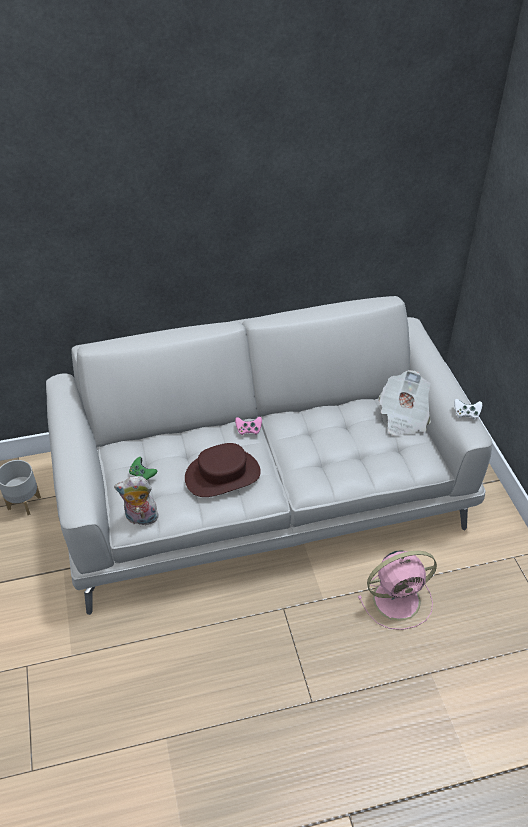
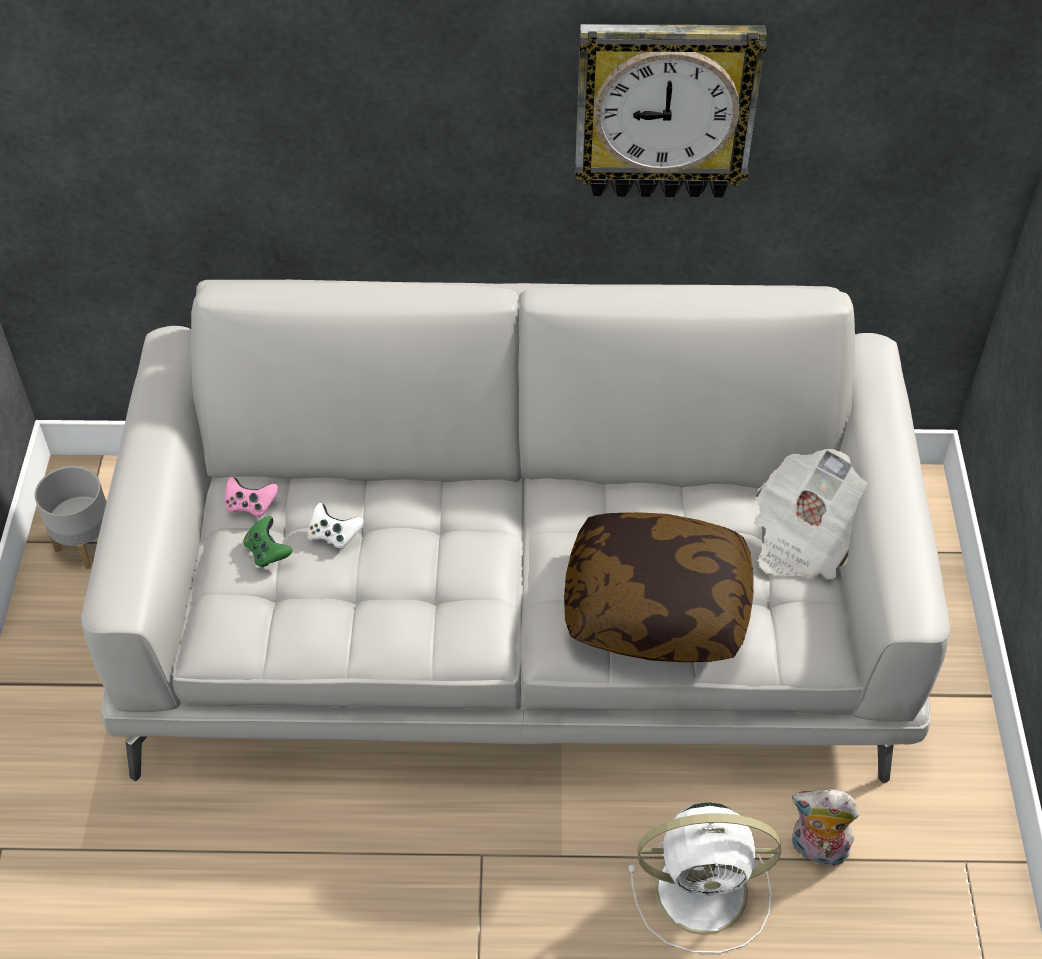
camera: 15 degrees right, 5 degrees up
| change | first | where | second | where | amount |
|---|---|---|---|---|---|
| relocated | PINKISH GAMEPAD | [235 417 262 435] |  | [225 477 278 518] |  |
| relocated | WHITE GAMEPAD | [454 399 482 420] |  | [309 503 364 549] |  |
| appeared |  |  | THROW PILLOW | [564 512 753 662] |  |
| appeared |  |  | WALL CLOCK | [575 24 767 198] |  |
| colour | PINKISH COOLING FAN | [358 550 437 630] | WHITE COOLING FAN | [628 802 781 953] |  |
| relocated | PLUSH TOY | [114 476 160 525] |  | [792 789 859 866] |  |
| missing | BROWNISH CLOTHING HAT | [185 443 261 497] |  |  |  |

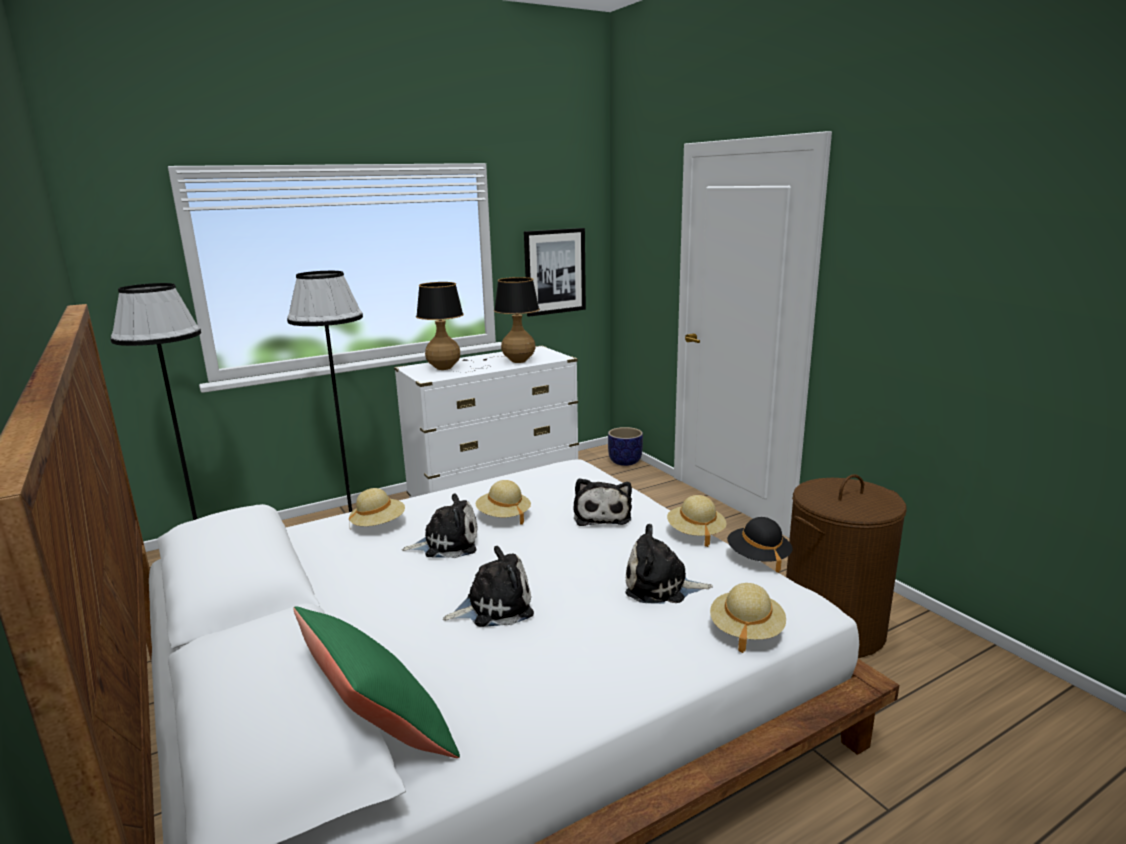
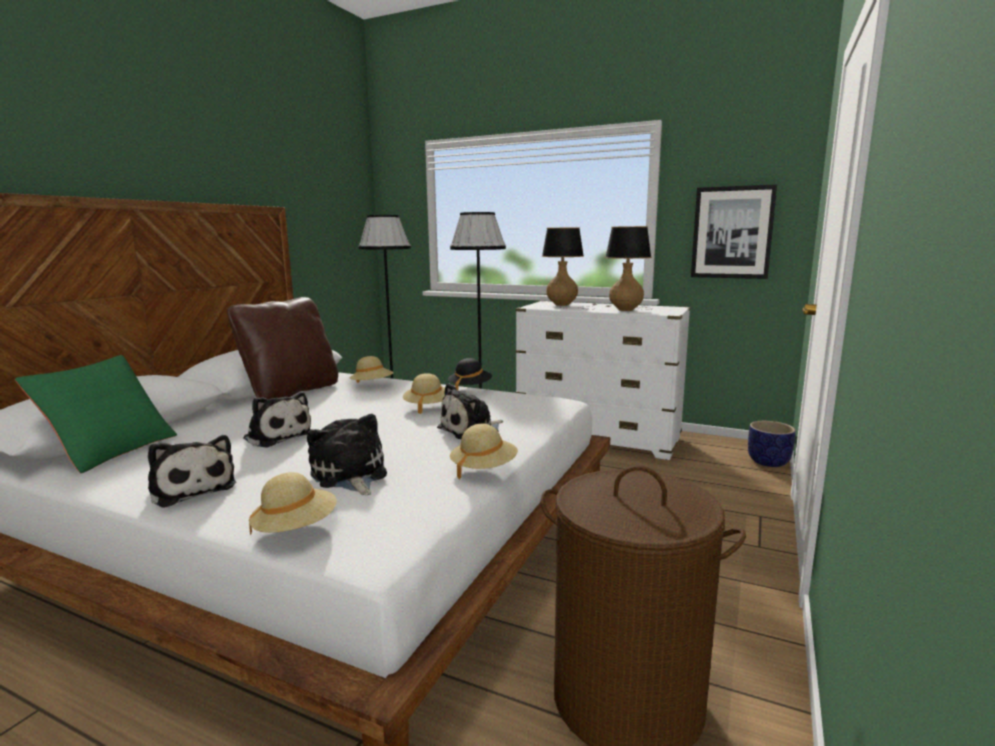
camera: 55 degrees right, 5 degrees down
| change | first | where | second | where | amount |
|---|---|---|---|---|---|
| relocated | PLUSH TOY | [402 493 478 558] |  | [148 435 236 508] |  |
| appeared |  |  | BROWNISH THROW PILLOW | [227 297 338 399] |  |
| relocated | BLACK CLOTHING HAT | [727 517 793 573] |  | [448 358 492 390] |  |

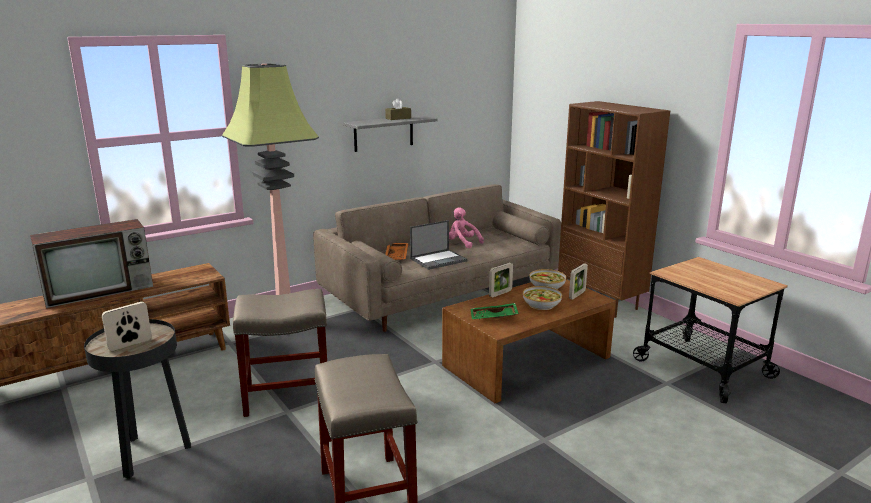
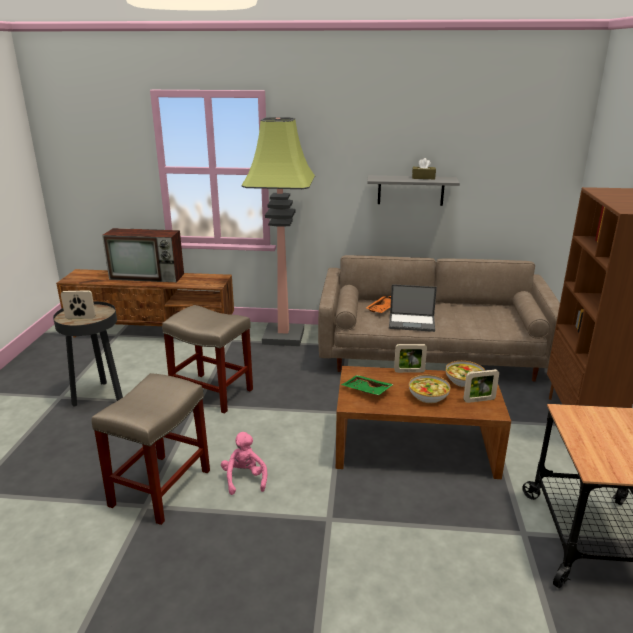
camera: 40 degrees right, 5 degrees up
| change | first | where | second | where | amount |
|---|---|---|---|---|---|
| relocated | PINKISH PLUSH TOY | [449 207 484 248] |  | [221 432 267 495] |  |

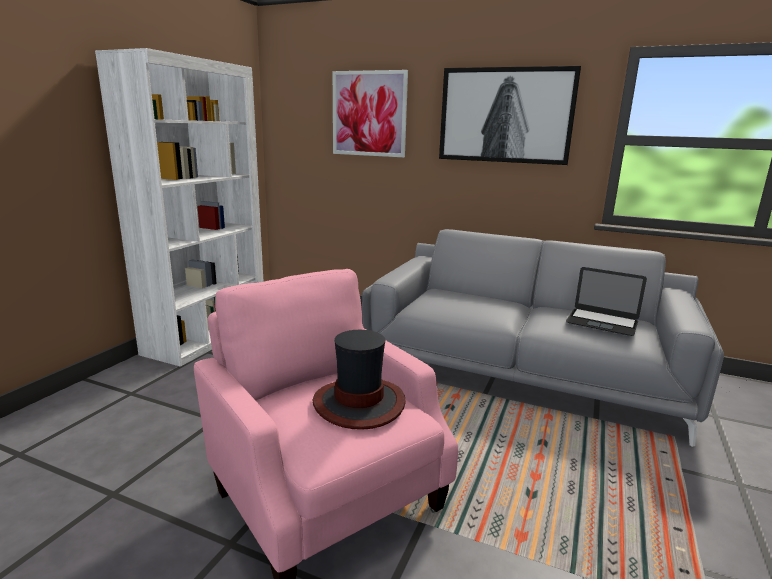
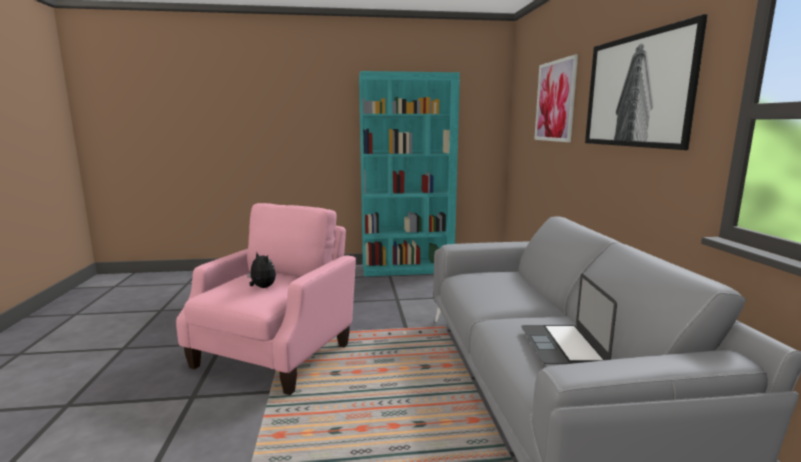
camera: 60 degrees right, 5 degrees down
| change | first | where | second | where | amount |
|---|---|---|---|---|---|
| exchanged | CLOTHING HAT | [313 330 406 430] | PLUSH TOY | [247 252 276 288] |  |
| colour | WHITE BOOKSHELF | [95 48 264 367] | TURQUOISE BOOKSHELF | [359 71 460 277] |  |

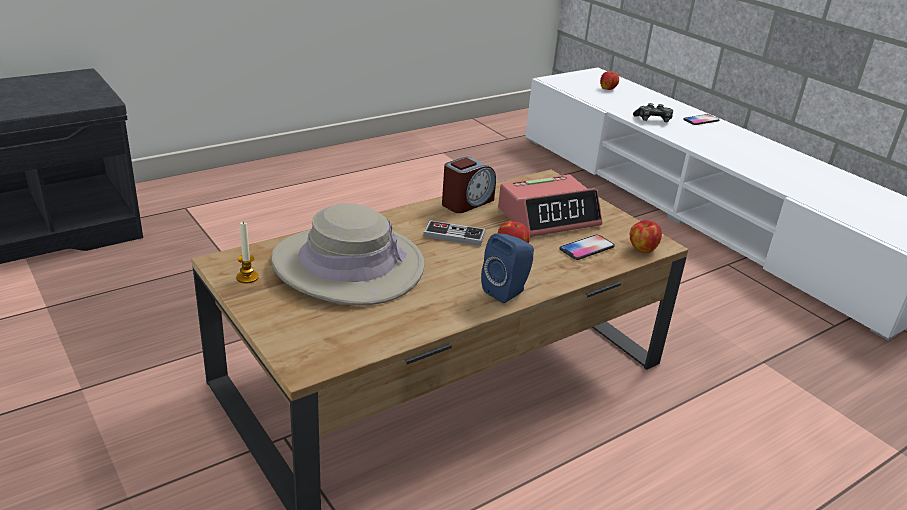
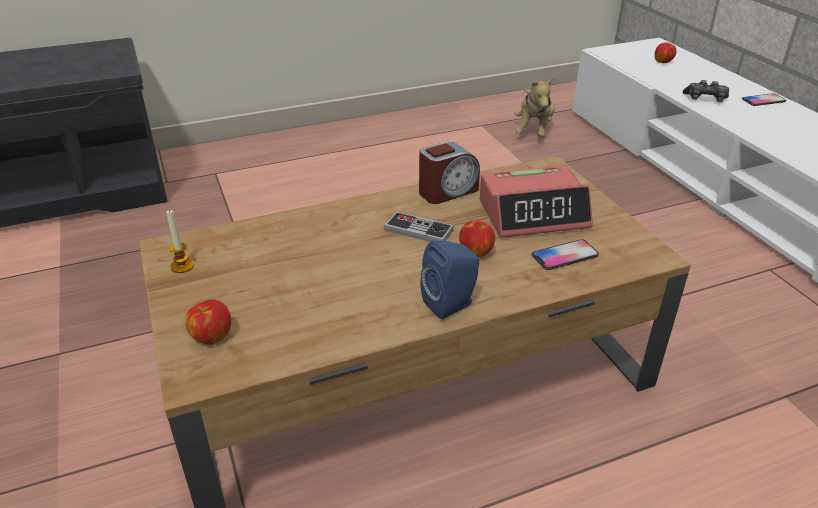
camera: 15 degrees right, 5 degrees up
| change | first | where | second | where | amount |
|---|---|---|---|---|---|
| relocated | APPLE | [630 220 662 253] |  | [185 300 231 345] |  |
| appeared |  |  | PLUSH TOY | [514 77 554 138] |  |
| missing | BEIGE-COLOURED CLOTHING HAT | [271 203 425 305] |  |  |  |

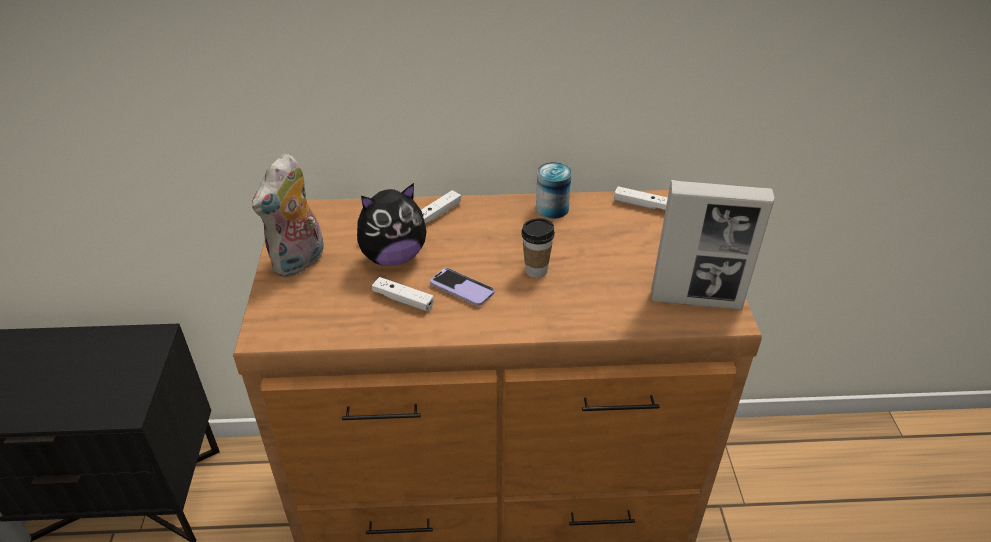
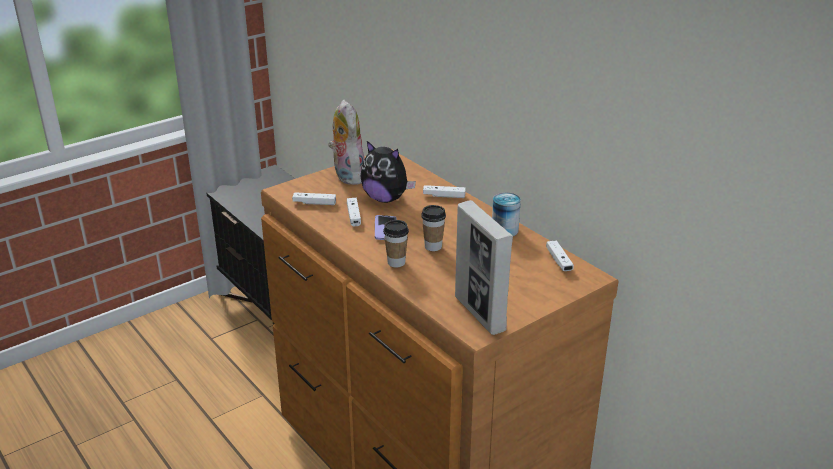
camera: 55 degrees right, 10 degrees down
| change | first | where | second | where | amount |
|---|---|---|---|---|---|
| appeared |  |  | WHITE GAMEPAD | [292 192 336 205] |  |
| spun | PLUSH TOY | [252 153 324 278] |  | [328 99 365 185] | 75 degrees clockwise |
| appeared |  |  | CUP | [383 220 409 267] |  |

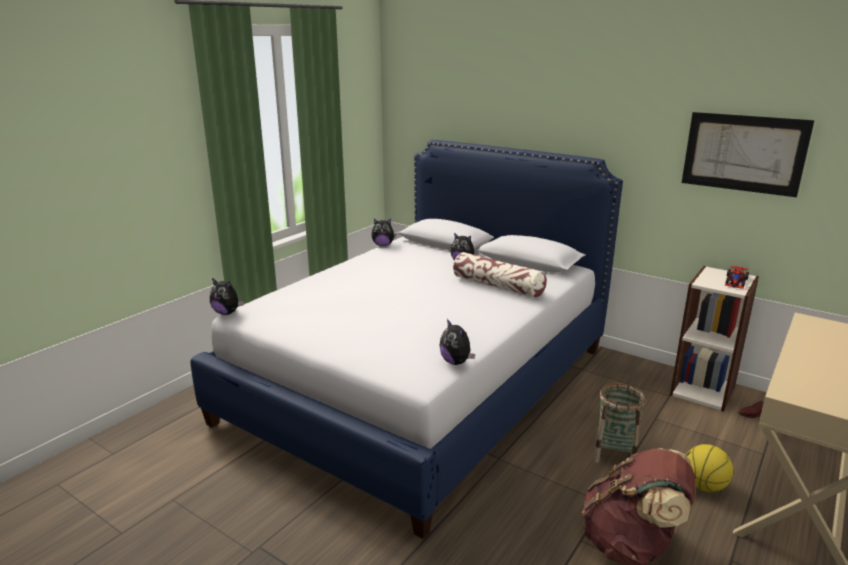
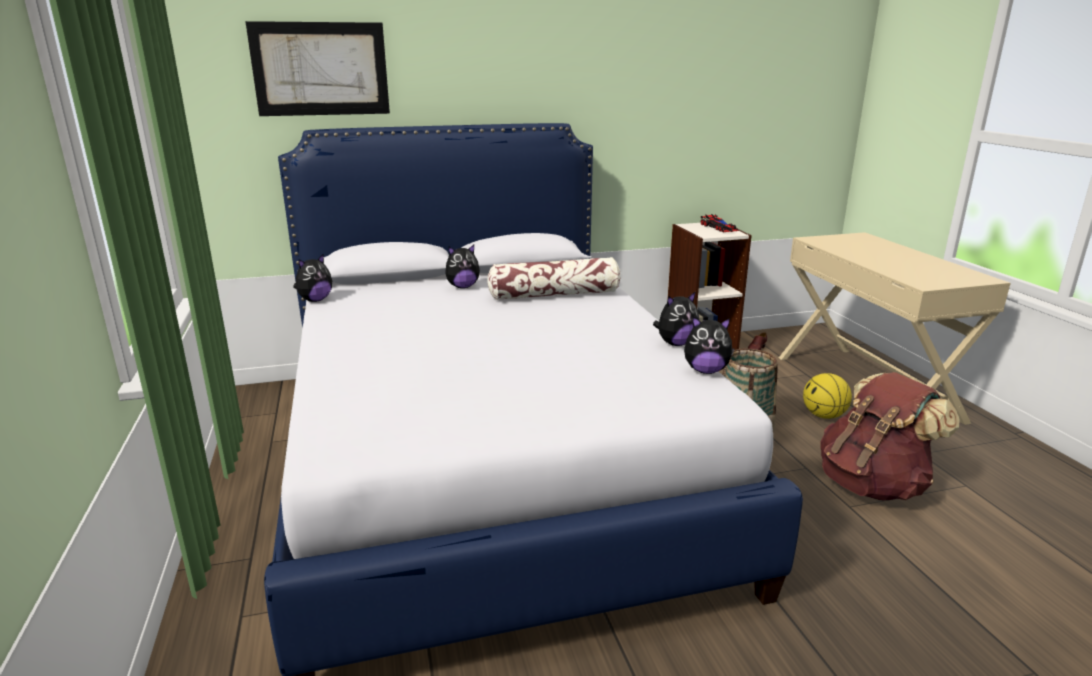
camera: 50 degrees left, 0 degrees up
| change | first | where | second | where | amount |
|---|---|---|---|---|---|
| relocated | PICTURE | [682 112 814 197] |  | [245 21 390 116] |  |
| relocated | PLUSH TOY | [210 278 244 315] |  | [653 291 699 346] |  |

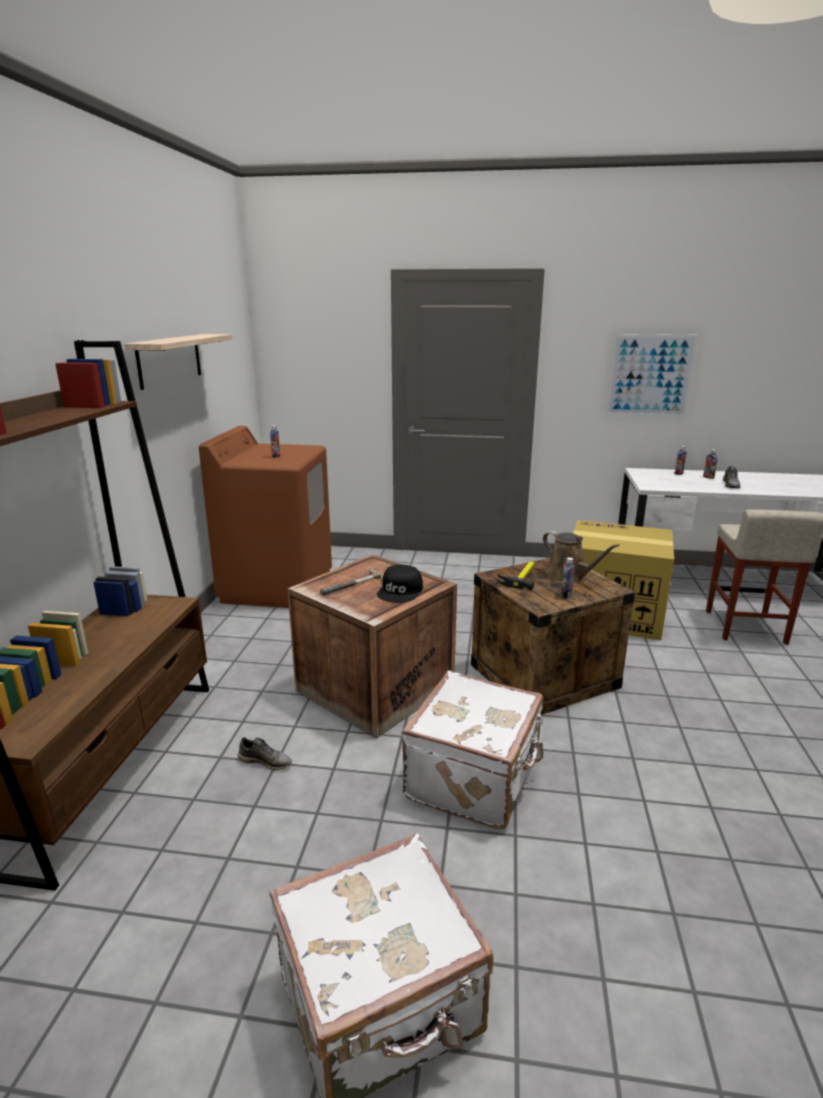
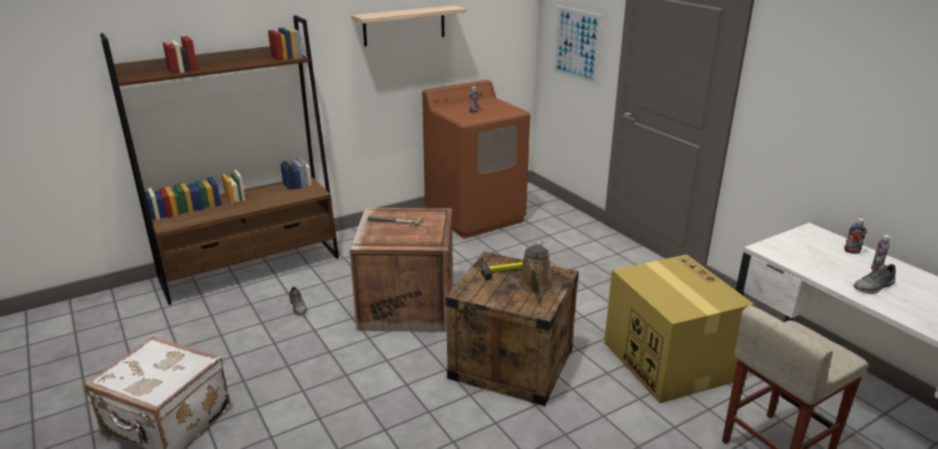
camera: 50 degrees right, 5 degrees up
| change | first | where | second | where | amount |
|---|---|---|---|---|---|
| relocated | PICTURE | [605 334 698 417] |  | [553 5 603 87] |  |
| missing | BLACK BASEBALL CAP | [377 564 423 603] |  |  |  |
| missing | WHITE PIECE OF LUGGAGE | [401 670 543 829] |  |  |  |
| missing | BEVERAGE BOTTLE | [561 557 575 599] |  |  |  |

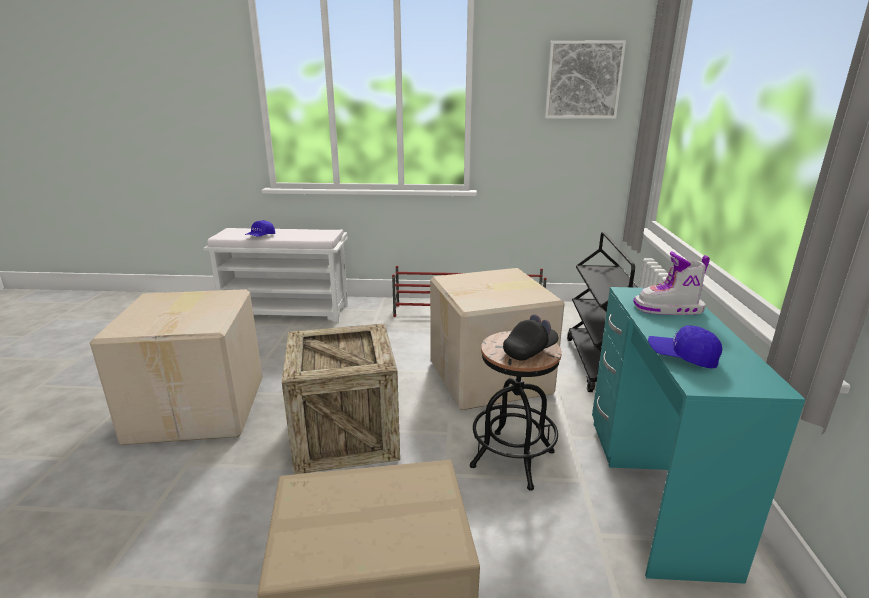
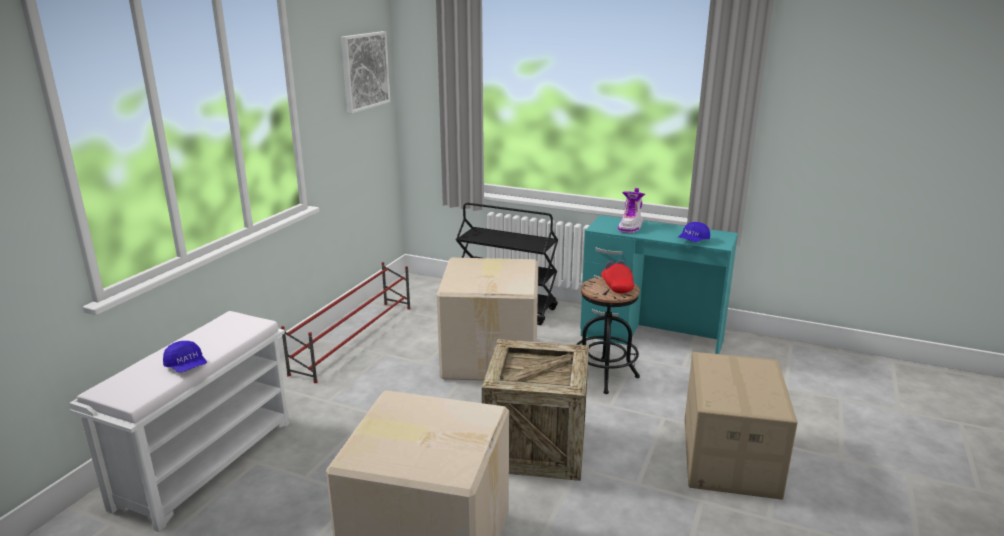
camera: 70 degrees left, 0 degrees up
| change | first | where | second | where | amount |
|---|---|---|---|---|---|
| colour | BLACK BASEBALL CAP | [503 314 558 361] | REDDISH BASEBALL CAP | [601 260 634 293] |  |

